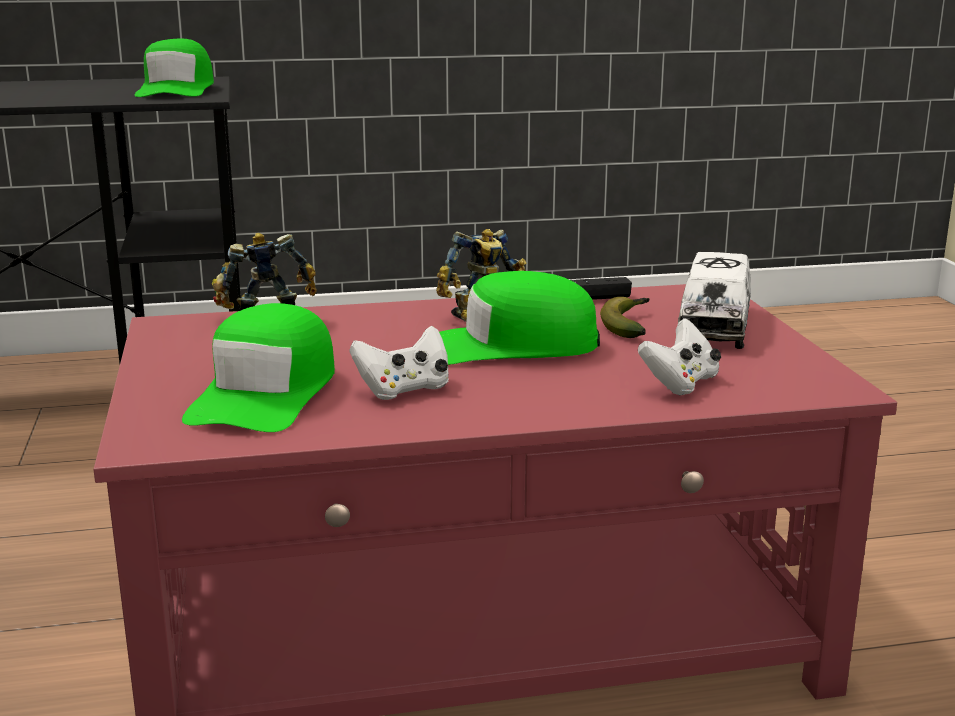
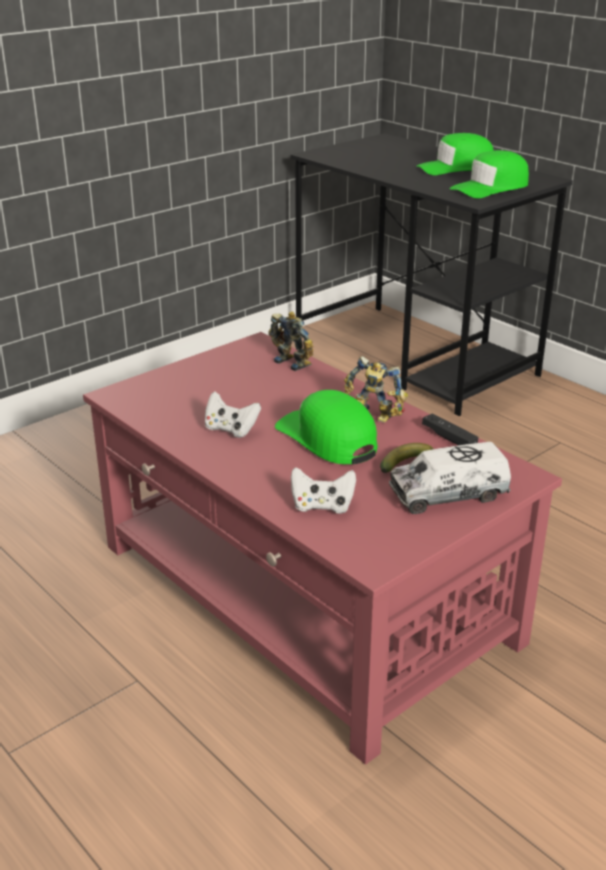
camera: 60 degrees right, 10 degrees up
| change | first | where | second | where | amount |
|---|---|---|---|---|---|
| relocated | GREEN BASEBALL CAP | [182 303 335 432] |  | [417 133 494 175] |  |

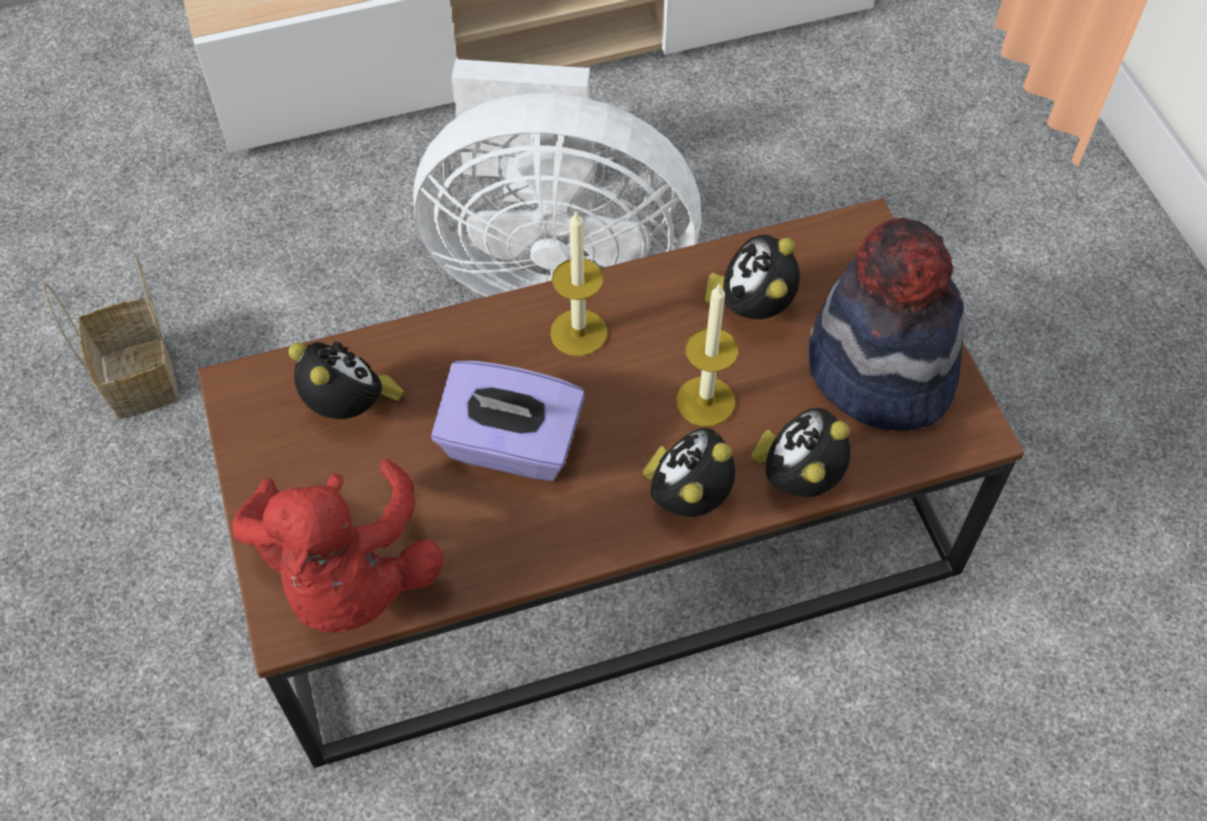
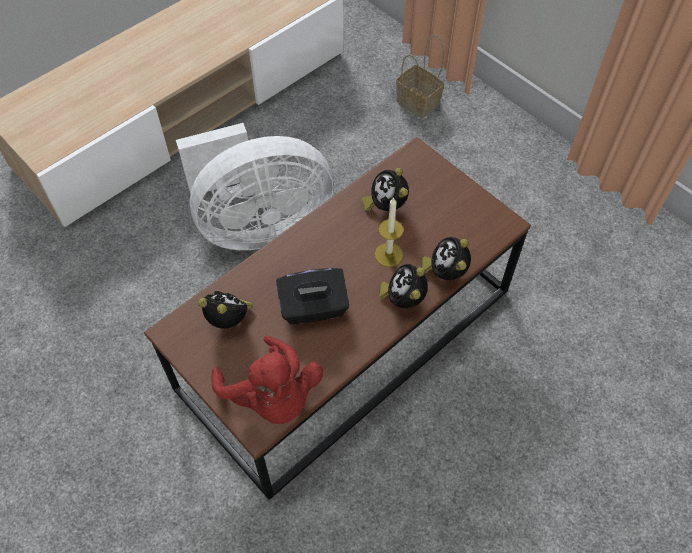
camera: 25 degrees left, 0 degrees up
| change | first | where | second | where | amount |
|---|---|---|---|---|---|
| colour | PURPLE-COLOURED BOX OF TISSUES | [431 361 585 481] | BLACK BOX OF TISSUES | [276 268 349 325] |  |
| relocated | STORAGE BASKET | [43 257 179 419] |  | [396 35 444 118] |  |
| missing | WAX CANDLE | [550 212 608 356] |  |  |  |
| missing | CLOTHING HAT | [809 218 964 431] |  |  |  |

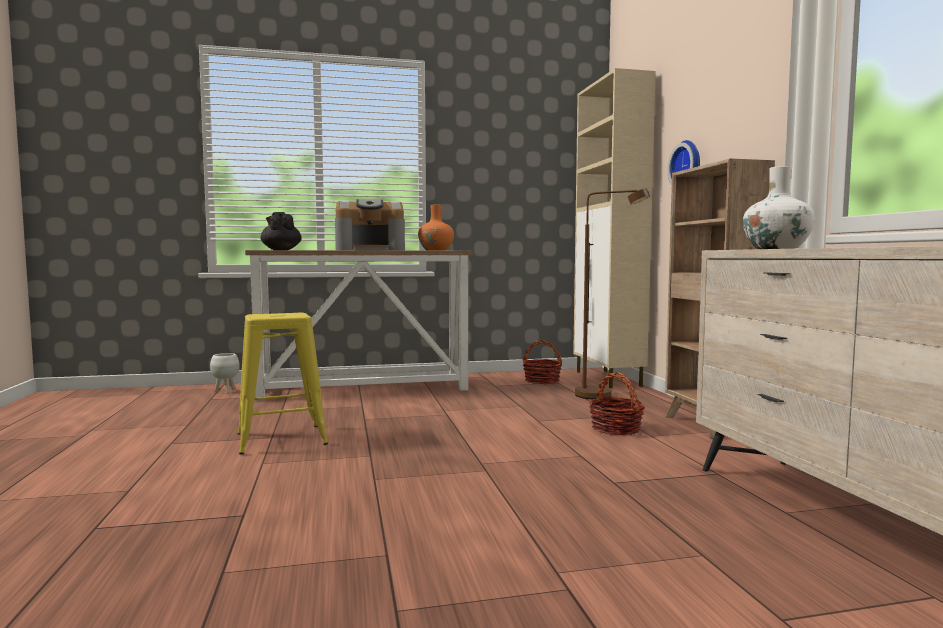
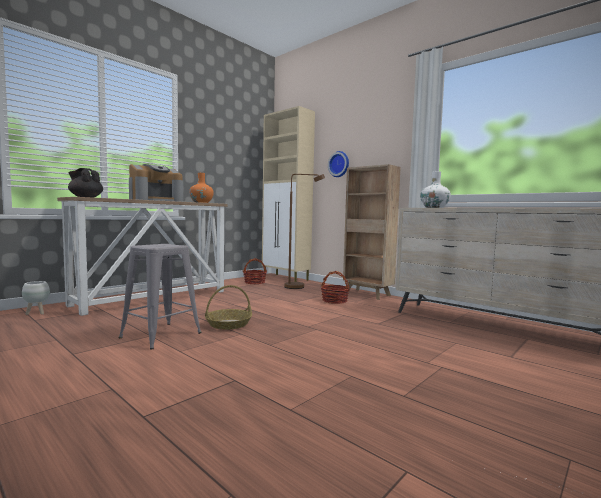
camera: 35 degrees left, 0 degrees up
| change | first | where | second | where | amount |
|---|---|---|---|---|---|
| colour | YELLOW SITTING STOOL | [238 313 328 454] | GREY SITTING STOOL | [119 244 202 350] |  |
| appeared |  |  | STORAGE BASKET | [205 285 252 330] |  |

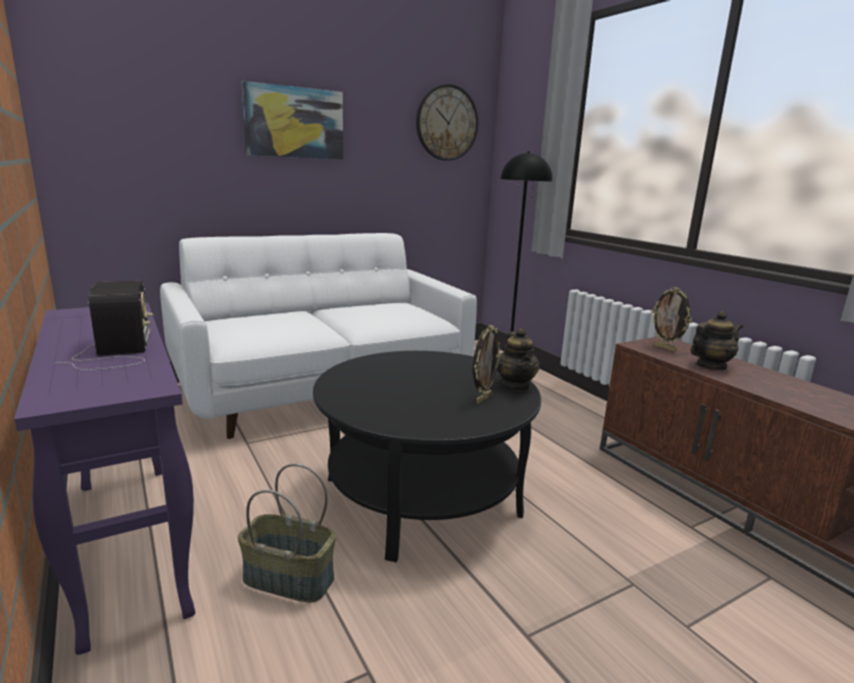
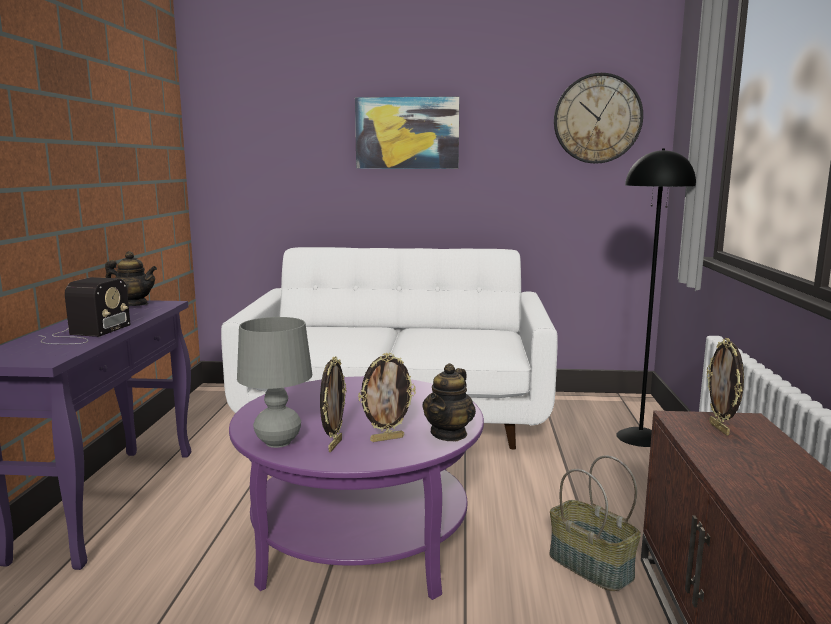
camera: 35 degrees right, 5 degrees down
| change | first | where | second | where | amount |
|---|---|---|---|---|---|
| relocated | TEA POT | [691 311 743 370] |  | [105 251 157 306] |  |
| colour | BLACK COFFEE TABLE | [313 351 541 562] | PURPLE-COLOURED COFFEE TABLE | [229 376 484 600] |  |
| appeared |  |  | GREY LAMP FOR A TABLE | [237 317 312 448] |  |
| appeared |  |  | PICTURE FRAME | [320 356 346 452] |  |
| relocated | STORAGE BASKET | [237 464 336 602] |  | [549 455 641 591] |  |

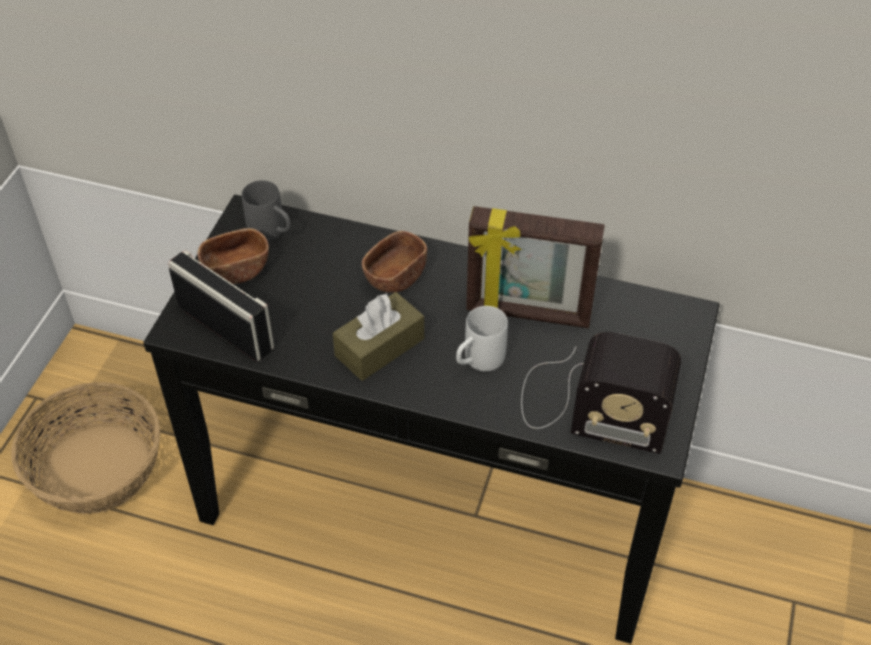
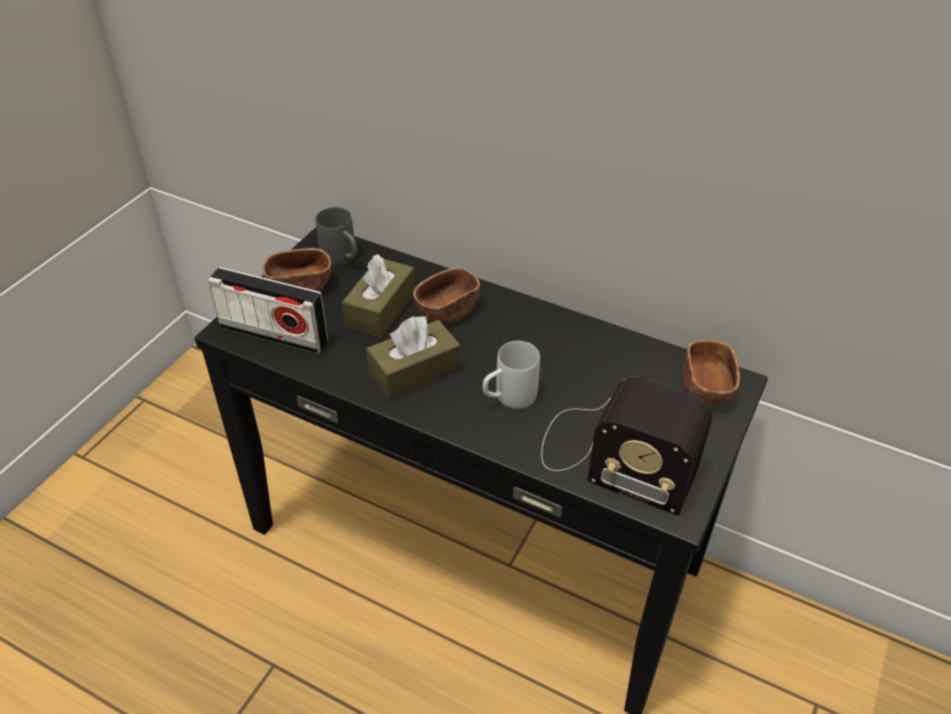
camera: 10 degrees right, 5 degrees down
| change | first | where | second | where | amount |
|---|---|---|---|---|---|
| spun | RADIO RECEIVER | [168 250 274 361] |  | [208 267 328 354] | 150 degrees clockwise |
| appeared |  |  | BROWNISH BOX OF TISSUES | [342 254 415 338] |  |
| appeared |  |  | BROWNISH SERVING BOWL | [682 340 740 405] |  |
| missing | STORAGE BASKET | [11 382 160 514] |  |  |  |
| missing | PICTURE FRAME | [466 206 605 328] |  |  |  |

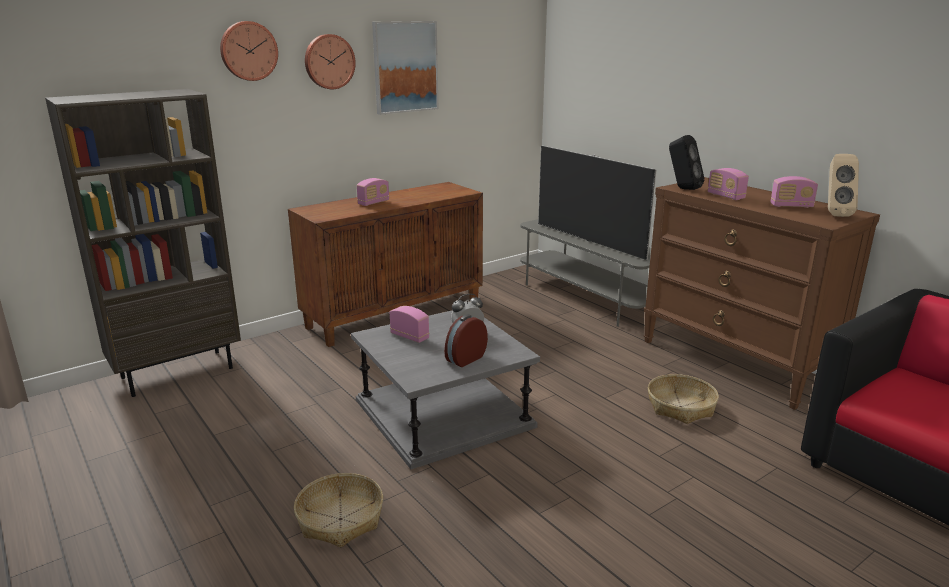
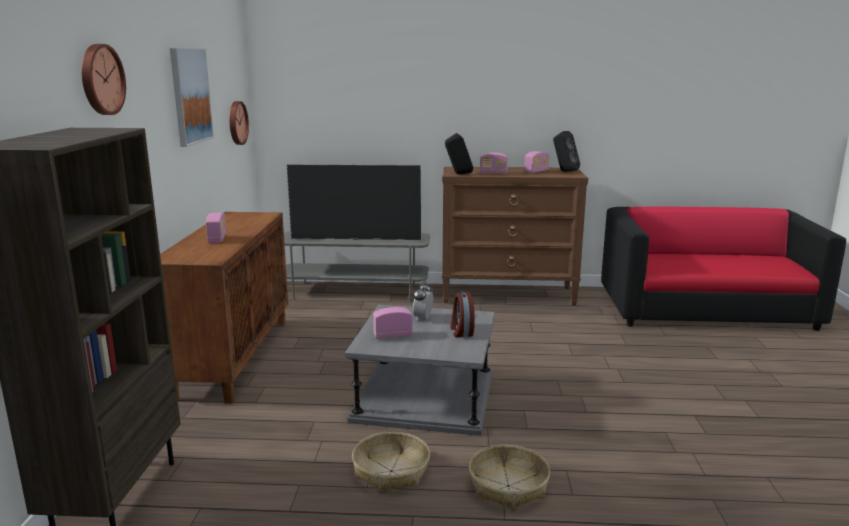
camera: 50 degrees left, 5 degrees down
| change | first | where | second | where | amount |
|---|---|---|---|---|---|
| relocated | WALL CLOCK | [305 34 356 89] |  | [229 101 249 145] |  |
| relocated | STORAGE BASKET | [648 374 719 424] |  | [352 432 430 493] |  |
| colour | BEIGE-COLOURED SPEAKER | [828 154 859 217] | BLACK SPEAKER | [553 131 580 172] |  |

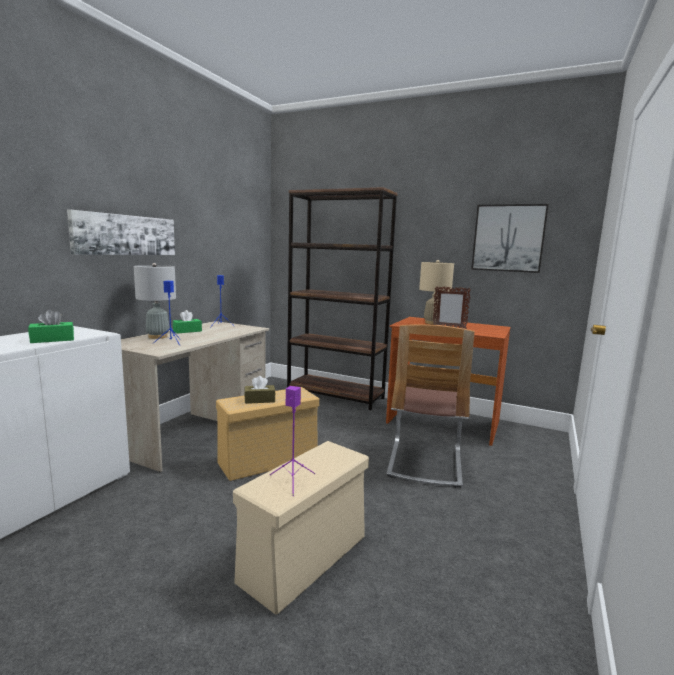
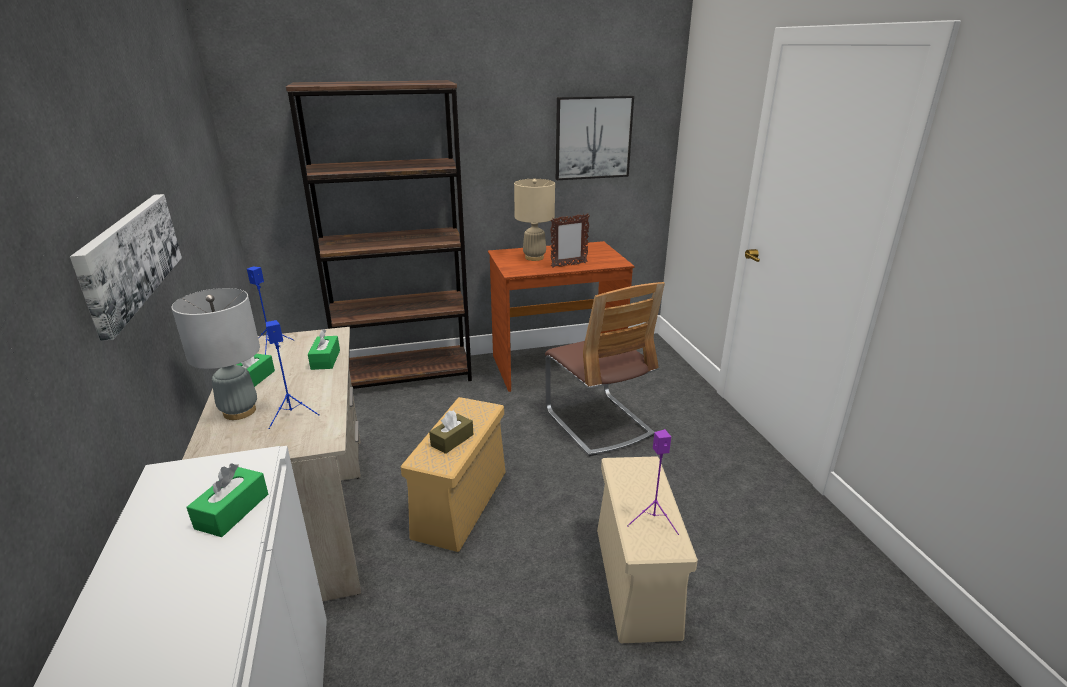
camera: 40 degrees left, 15 degrees up
| change | first | where | second | where | amount |
|---|---|---|---|---|---|
| appeared |  |  | GREEN BOX OF TISSUES | [308 329 340 370] |  |

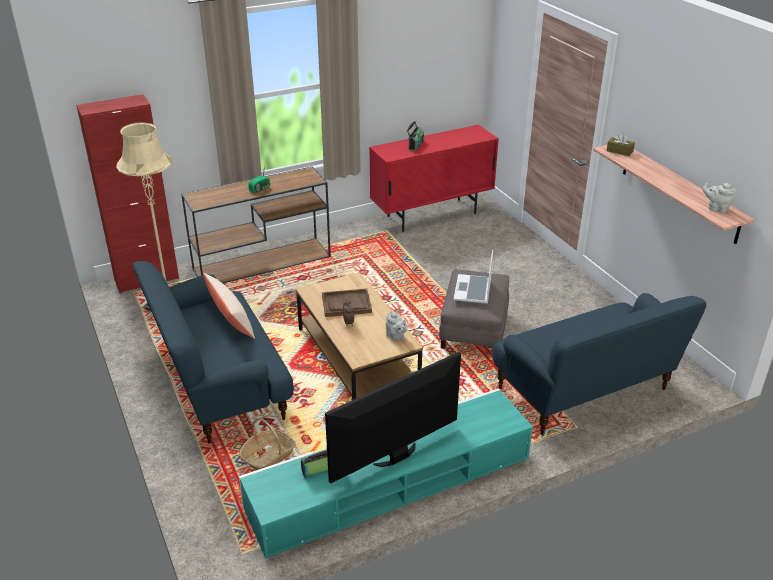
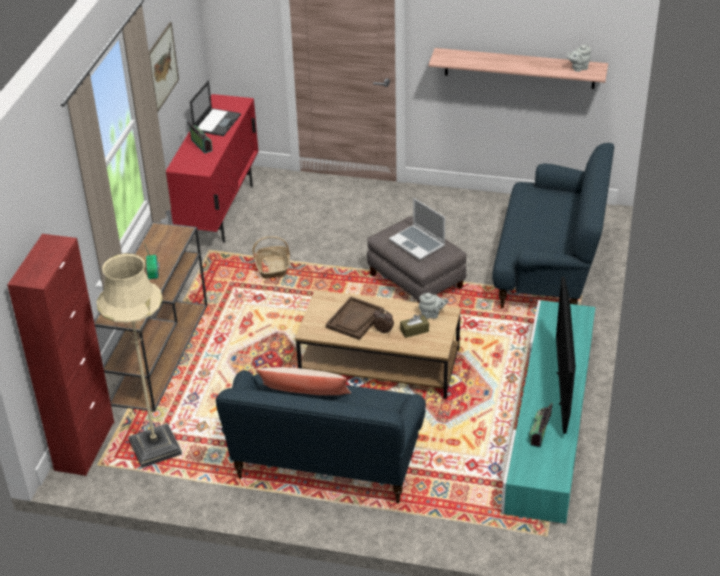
camera: 50 degrees left, 5 degrees up
| change | first | where | second | where | amount |
|---|---|---|---|---|---|
| appeared |  |  | PICTURE | [149 22 179 113] |  |
| appeared |  |  | LAPTOP | [190 80 241 136] |  |
| relocated | STORAGE BASKET | [239 418 296 470] |  | [252 236 290 278] |  |
| relocated | BROWNISH BOX OF TISSUES | [606 133 635 156] |  | [400 314 429 338] |  |

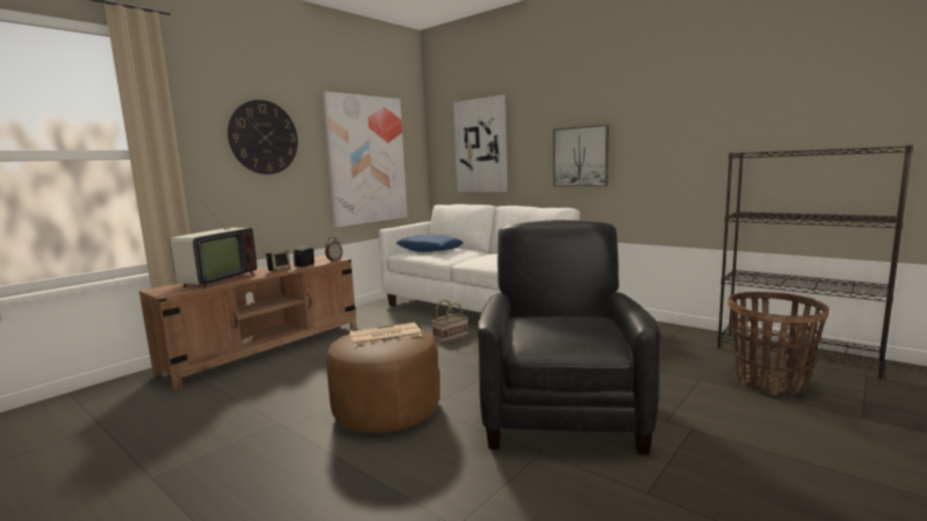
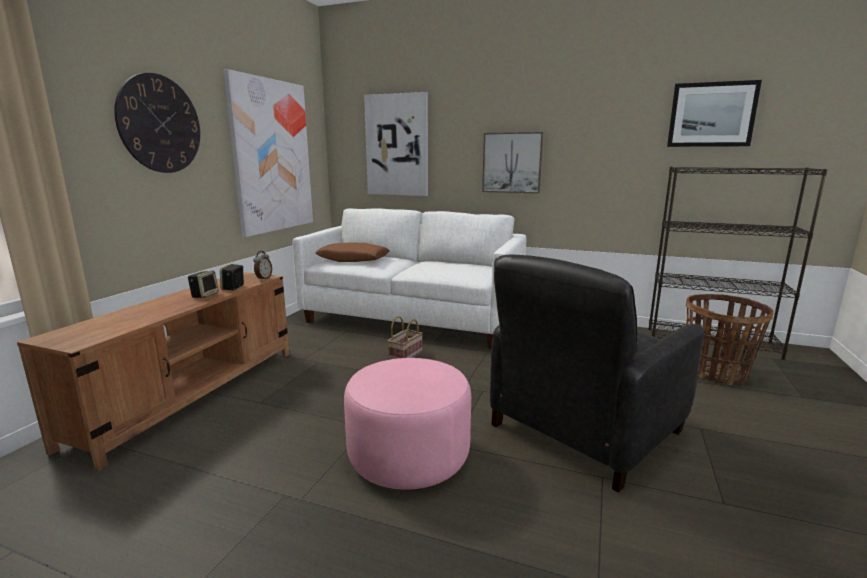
camera: 20 degrees left, 5 degrees up
| change | first | where | second | where | amount |
|---|---|---|---|---|---|
| colour | BLUE-COLOURED THROW PILLOW | [397 235 464 252] | BROWNISH THROW PILLOW | [315 242 390 262] |  |
| colour | BROWNISH FOOTREST | [326 327 440 433] | PINKISH FOOTREST | [344 358 471 490] |  |
| spun | BLACK LOUNGE CHAIR | [477 220 660 454] |  | [490 254 705 492] | 120 degrees counterclockwise |
| appeared |  |  | PICTURE | [667 80 762 147] |  |
| missing | TV | [170 193 257 289] |  |  |  |
| missing | NEWSPAPER | [350 322 422 346] |  |  |  |

